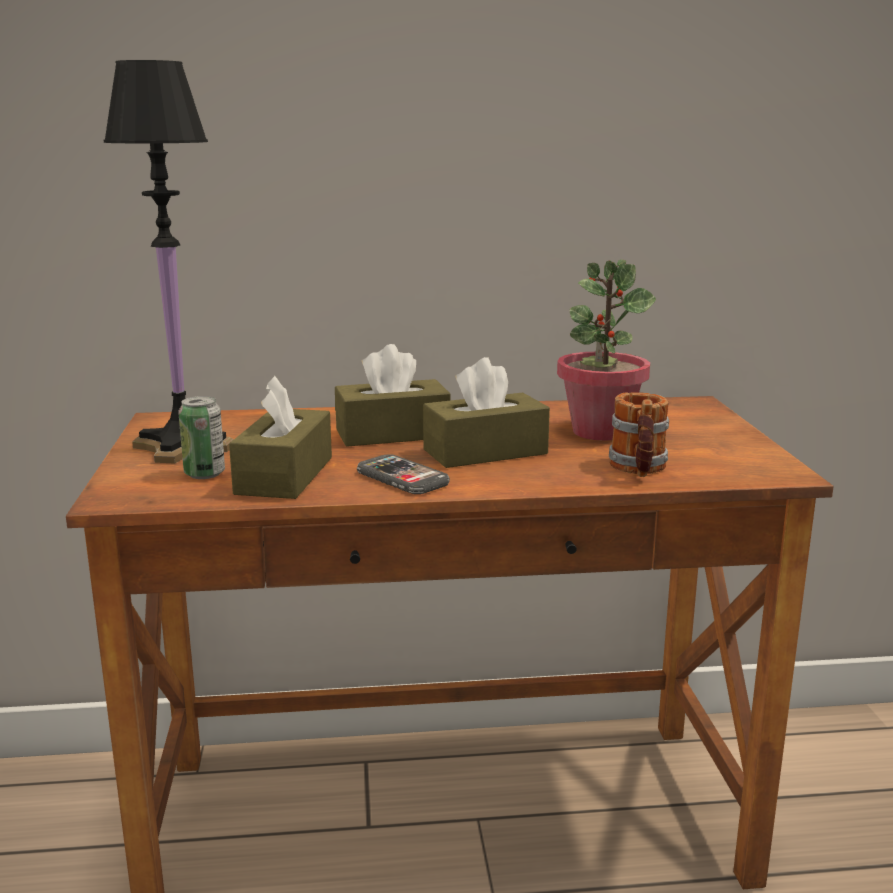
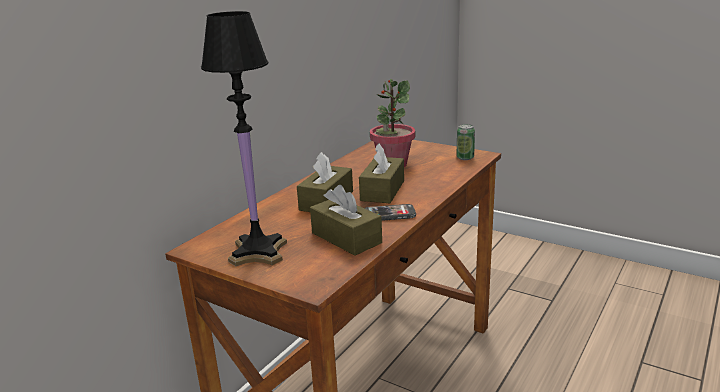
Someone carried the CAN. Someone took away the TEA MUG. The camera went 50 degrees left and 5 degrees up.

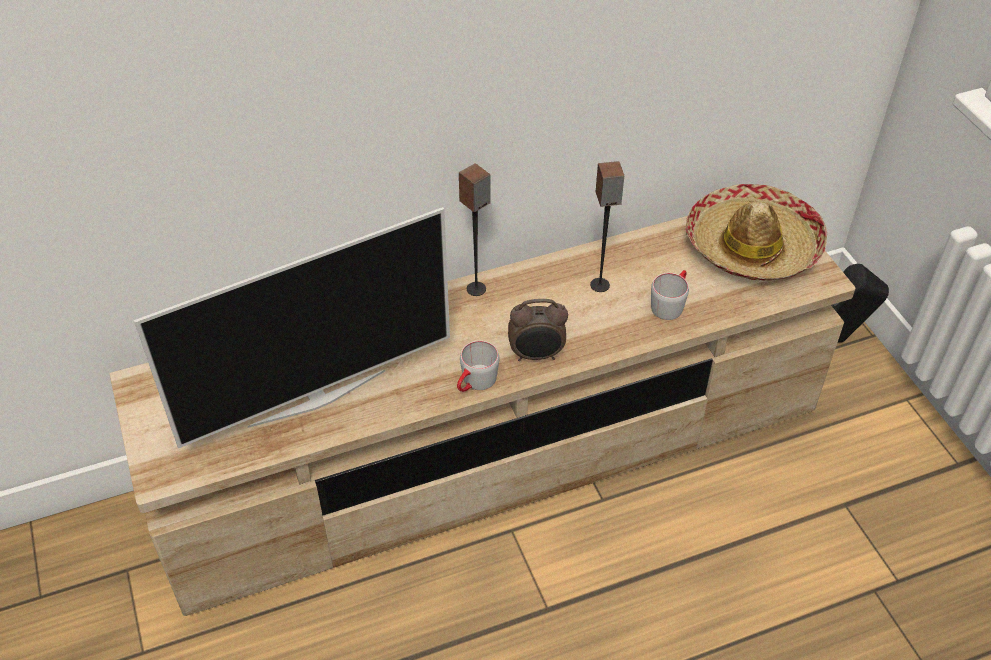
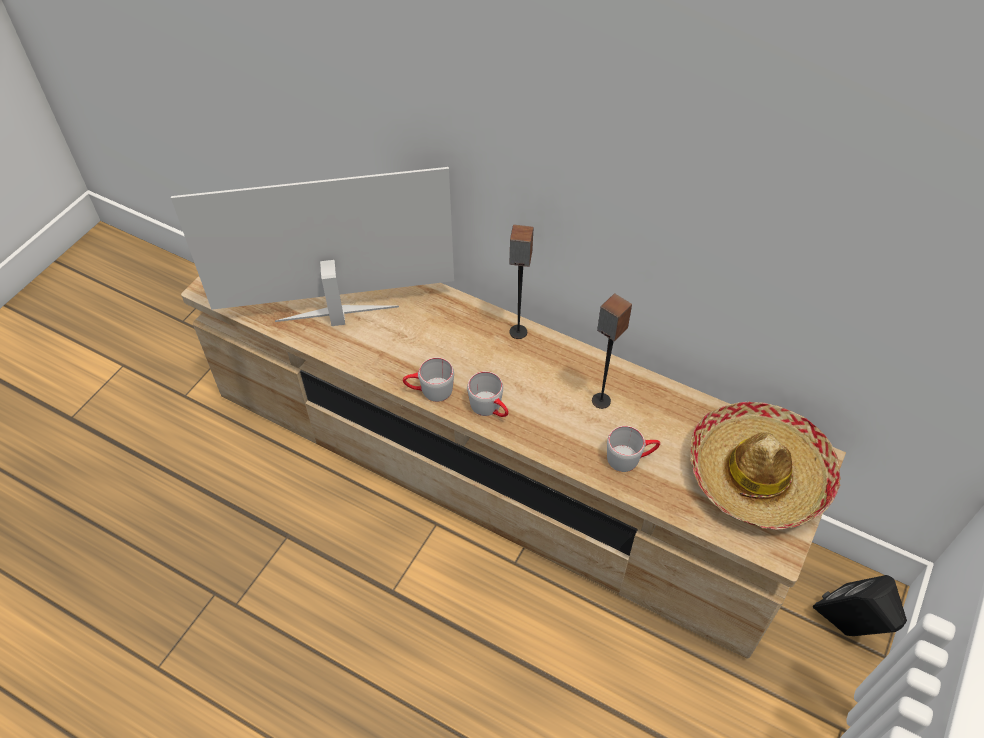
Someone rotated the TELEVISION by 150 degrees clockwise. Someone swapped the ALARM CLOCK for the GREY TEA MUG (no. 2 from left). The camera went 50 degrees right and 5 degrees up.

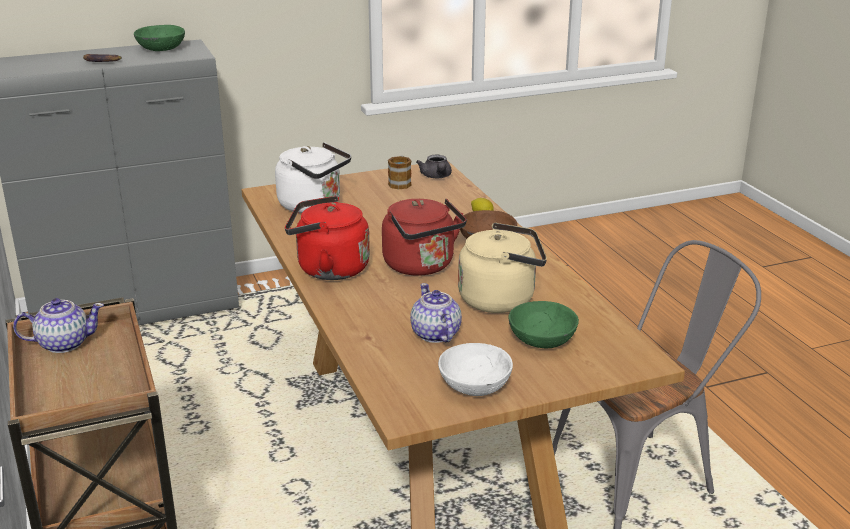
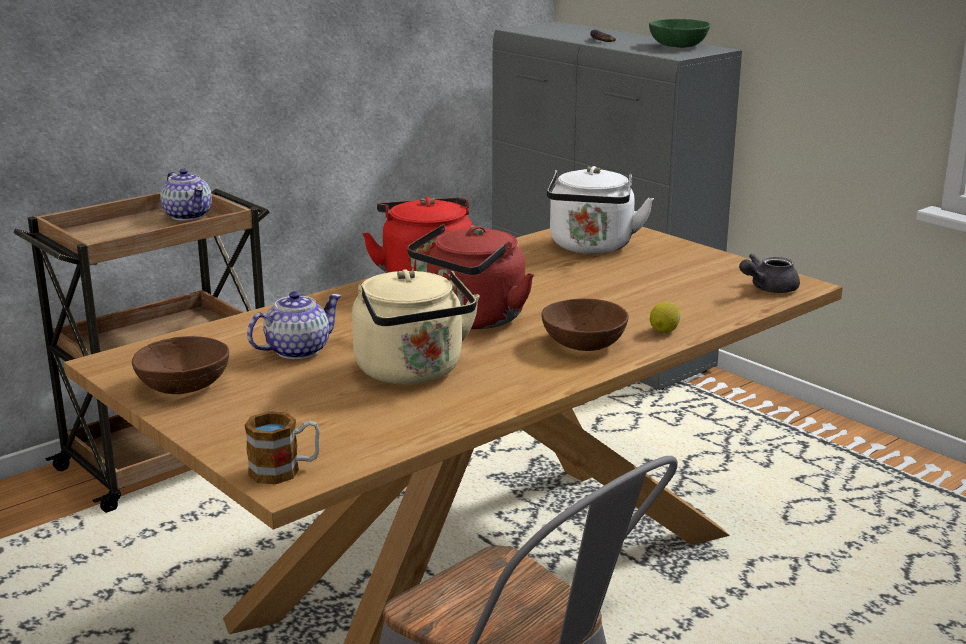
Someone repainted the WHITE-COLOURED BOWL, which became the BROWN BOWL (no. 1 from left). Someone carried the TEA MUG. Someone took away the GREEN BOWL (no. 2 from left). The camera went 70 degrees right and 5 degrees down.

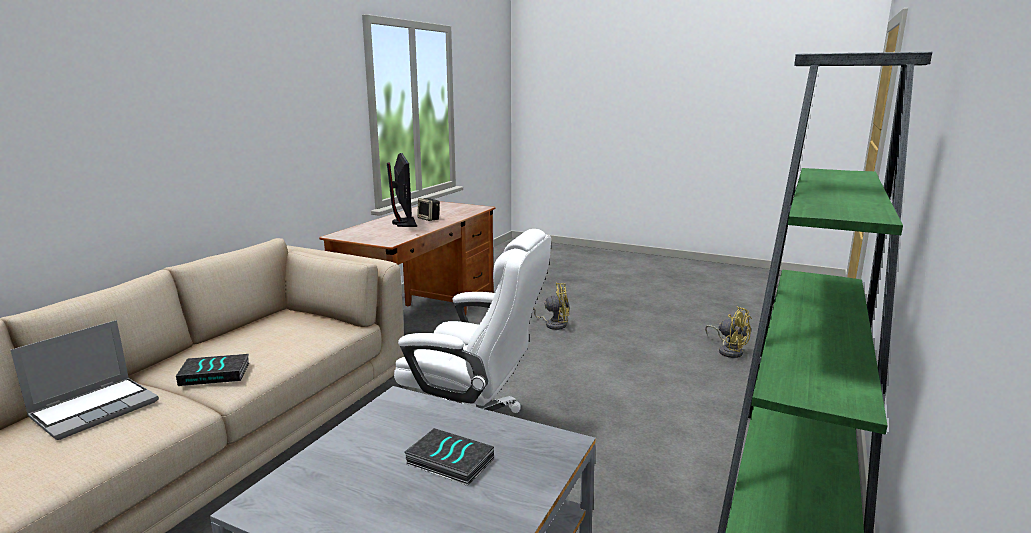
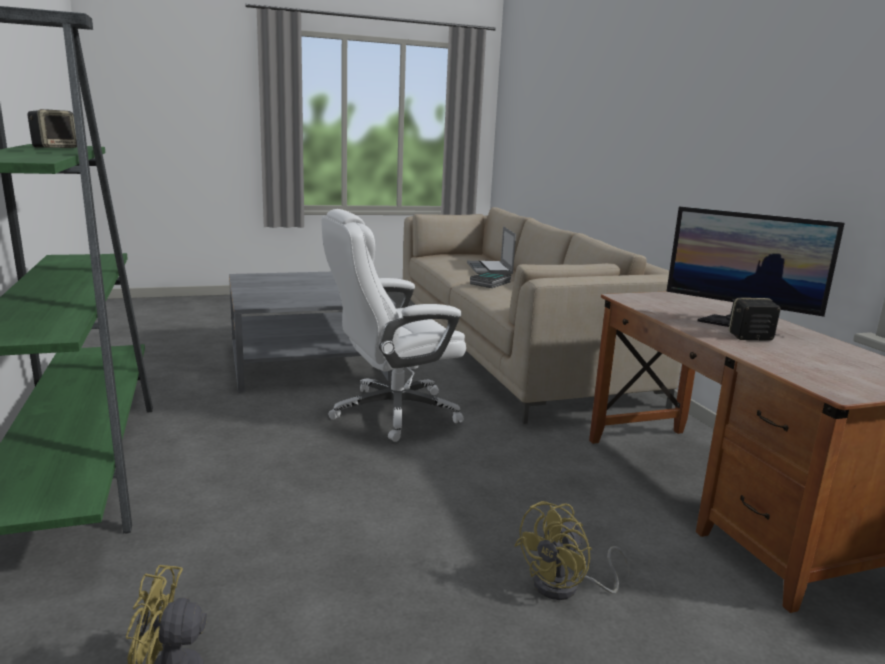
Someone put down the LOUDSPEAKER (no. 1 from left). Someone took away the VOLUME (no. 2 from left). The camera went 135 degrees right and 0 degrees up.

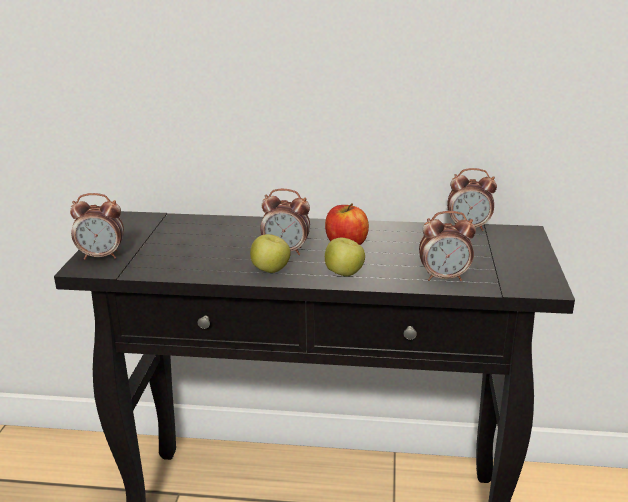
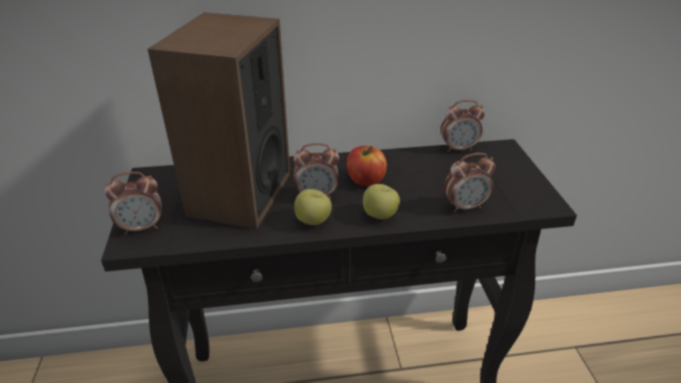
Someone put down the LOUDSPEAKER. The camera went 15 degrees left and 10 degrees up.

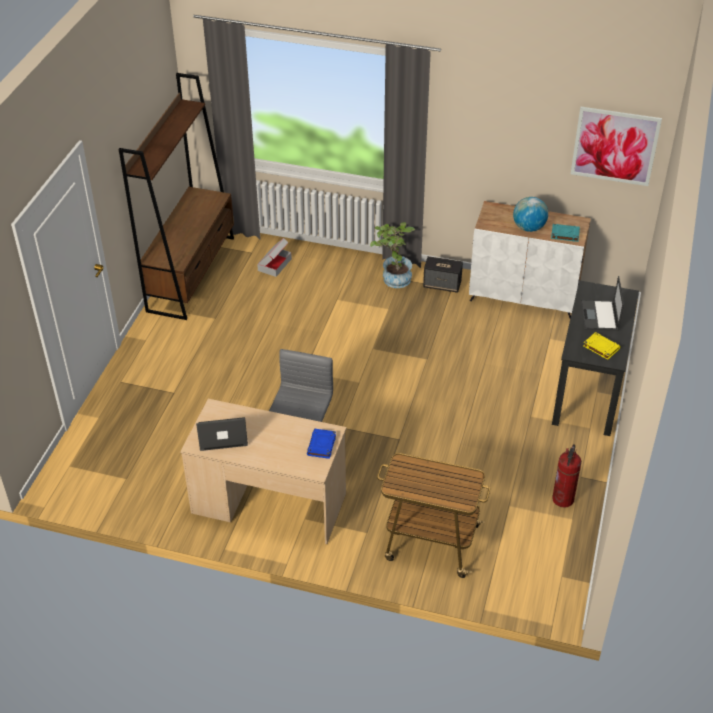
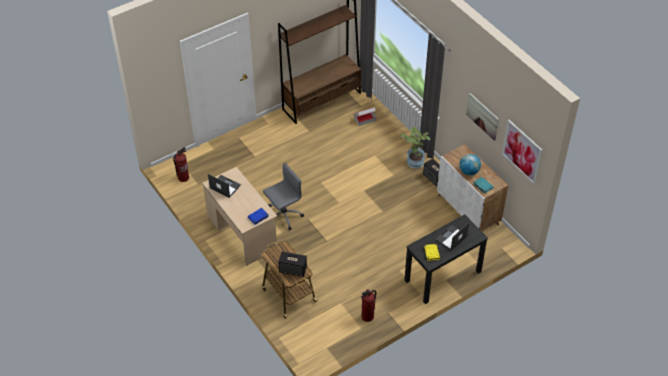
Someone put down the EXTINGUISHER (no. 1 from left). Someone put down the LOUDSPEAKER (no. 1 from left). Someone put up the PICTURE (no. 1 from left). The camera went 40 degrees right and 5 degrees up.

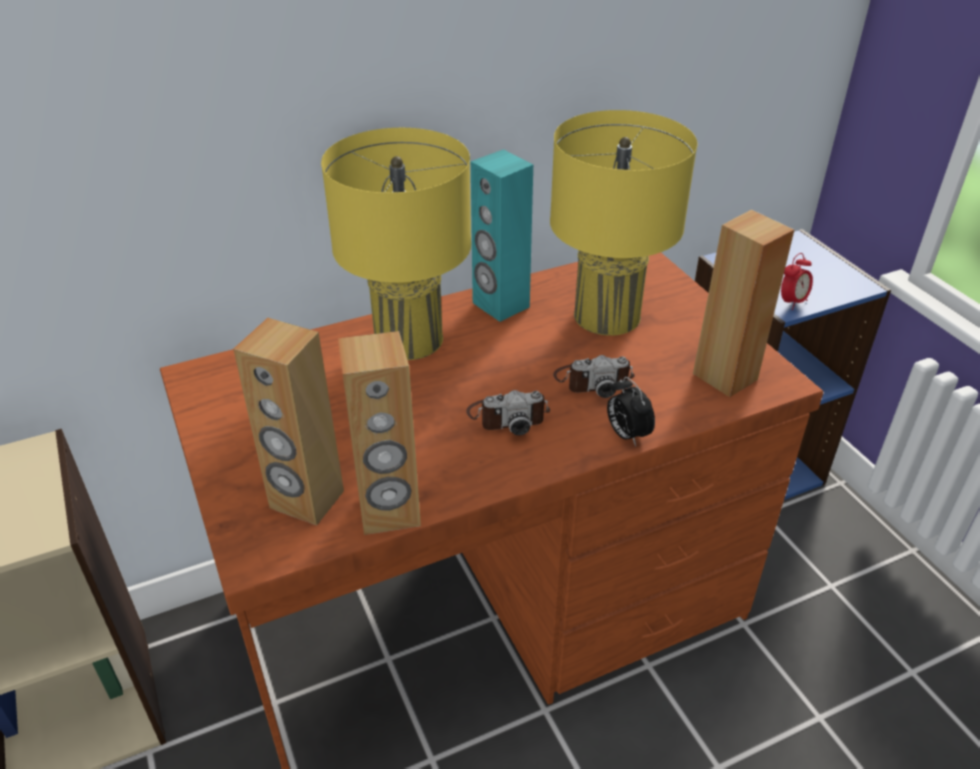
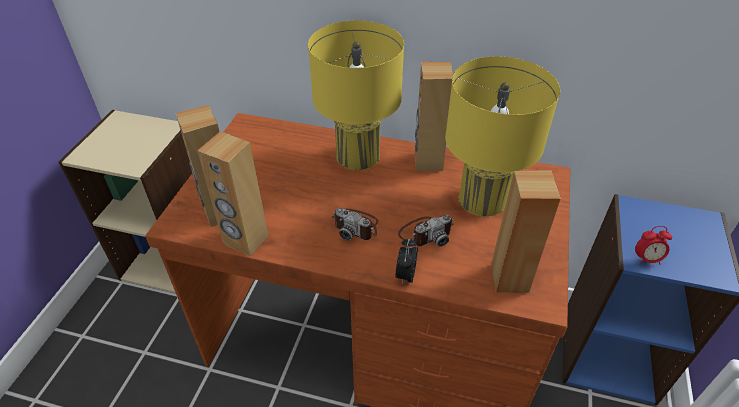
Someone rotated the PHOTO CAMERA (no. 2 from left) by 60 degrees counterclockwise. Someone repainted the BLUE-GREEN LOUDSPEAKER, which became the BROWN LOUDSPEAKER (no. 3 from left). The camera went 40 degrees right and 5 degrees up.

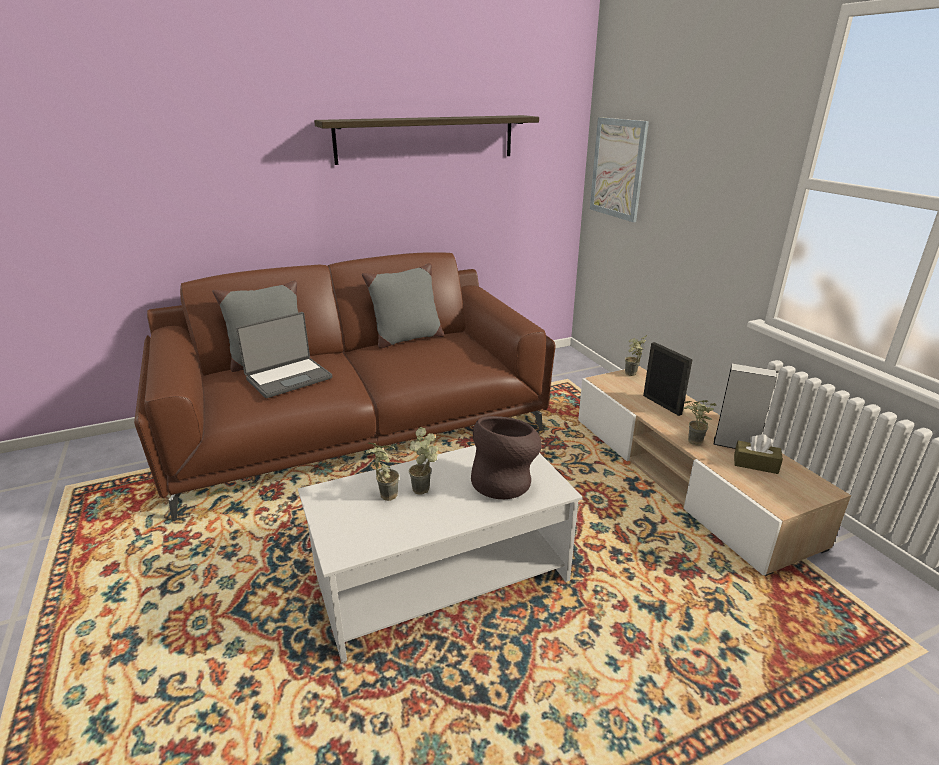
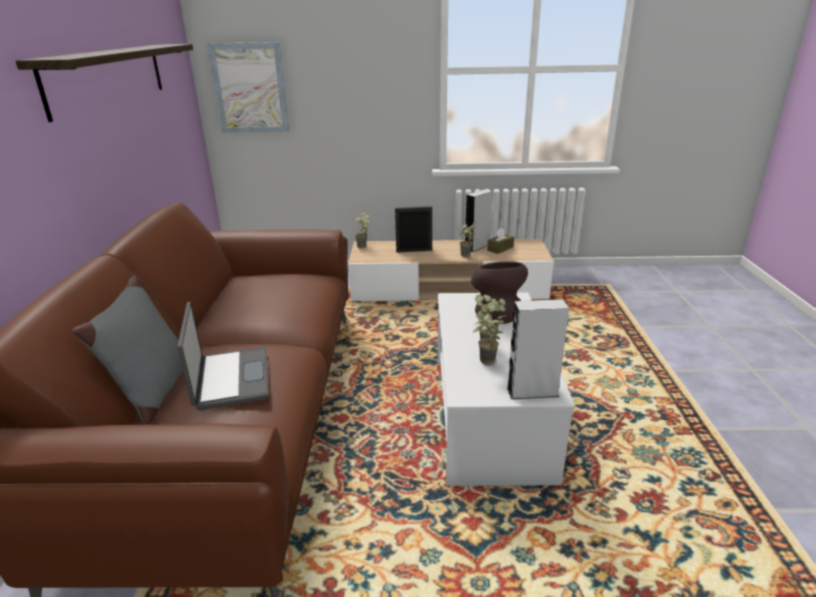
Someone put down the GREY LOUDSPEAKER (no. 2 from left). Someone took away the GREY THROW PILLOW (no. 2 from left). The camera went 65 degrees left and 0 degrees up.

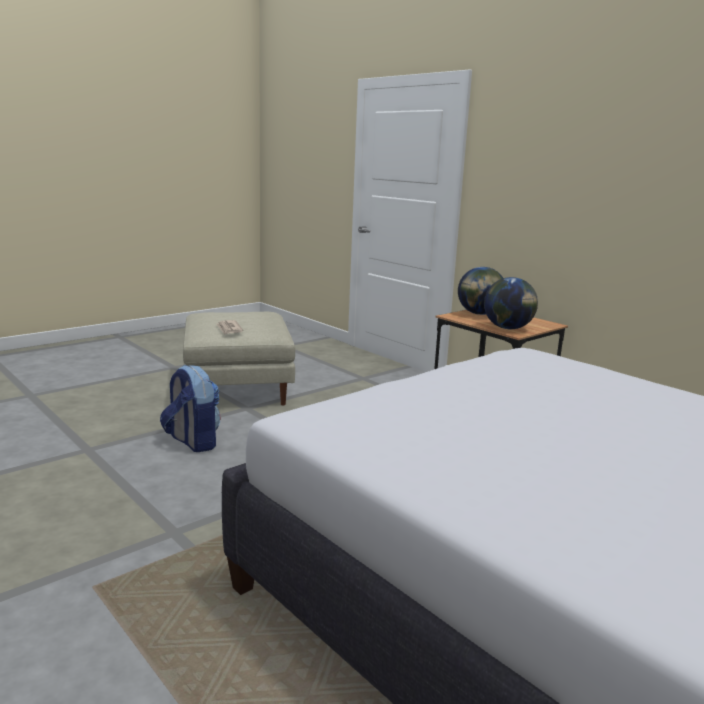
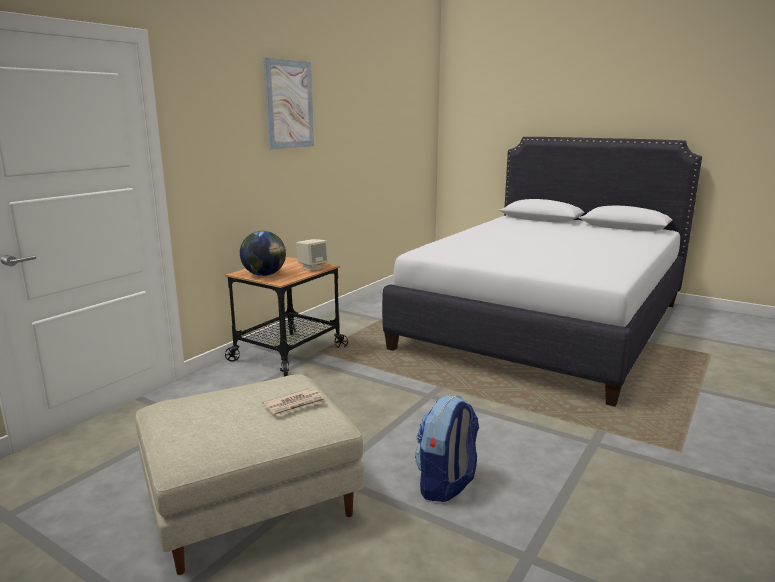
Someone put up the PICTURE. Someone swapped the DESK GLOBE (no. 2 from left) for the BEIGE-COLOURED LOUDSPEAKER. The camera went 105 degrees left and 0 degrees up.

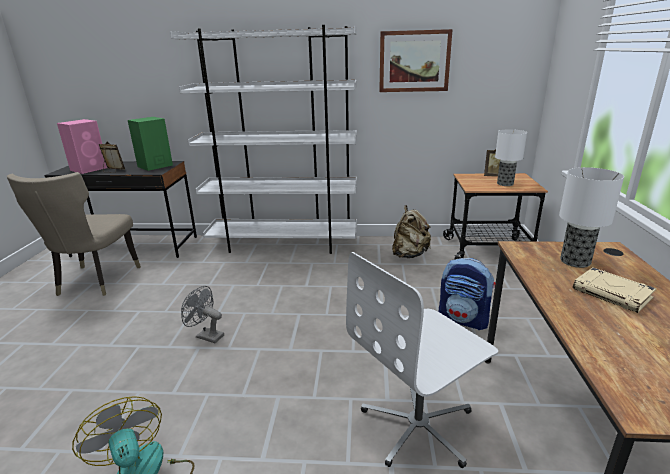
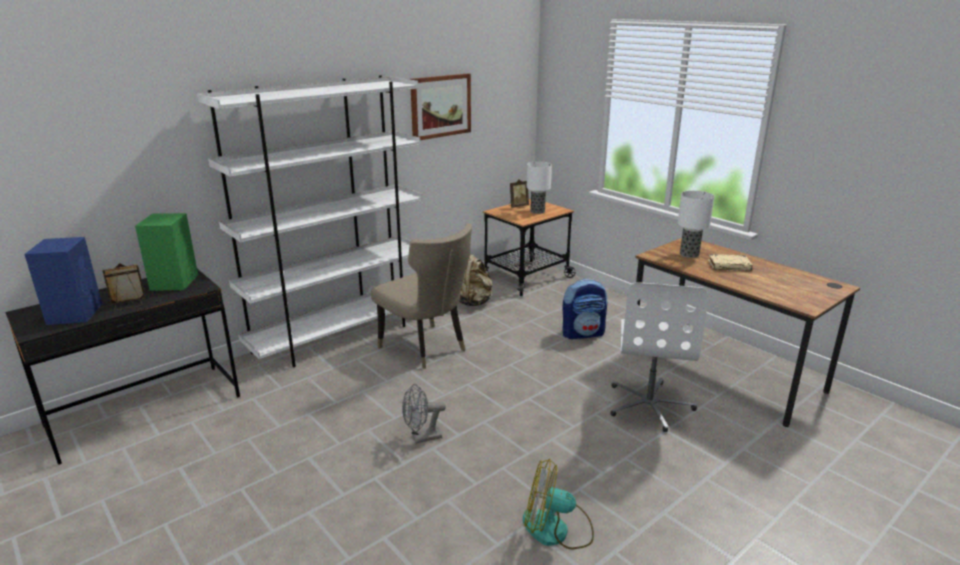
Someone repainted the PINK LOUDSPEAKER, which became the BLUE LOUDSPEAKER. Someone carried the BEIGE-COLOURED UPRIGHT CHAIR. The camera went 45 degrees left and 0 degrees up.

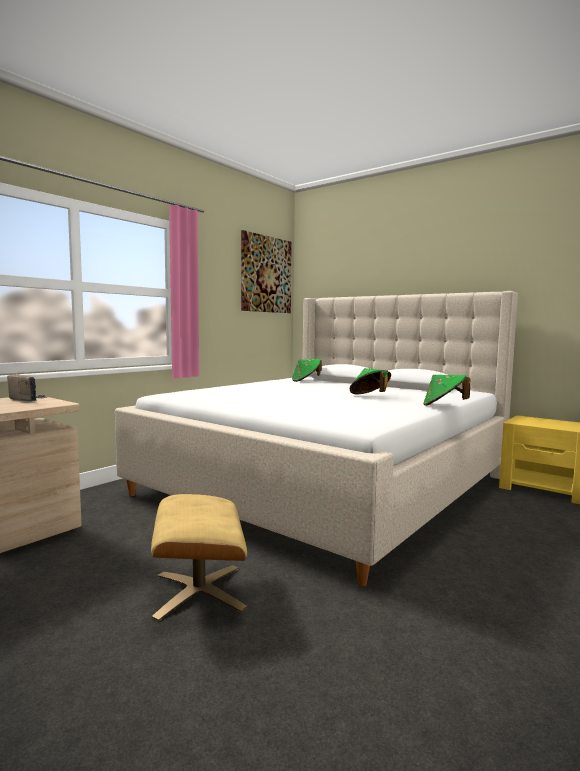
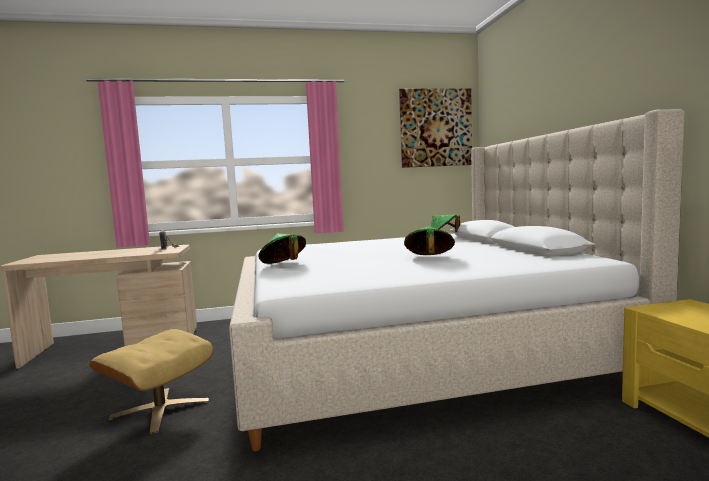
Someone carried the GREEN CLOTHING HAT (no. 3 from left in the first image). The camera went 40 degrees right and 0 degrees up.

